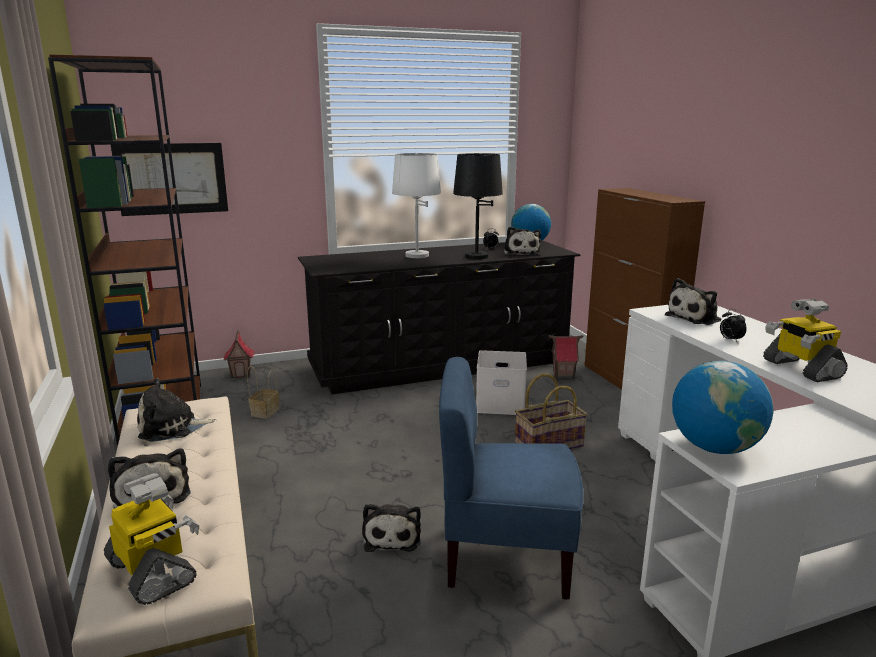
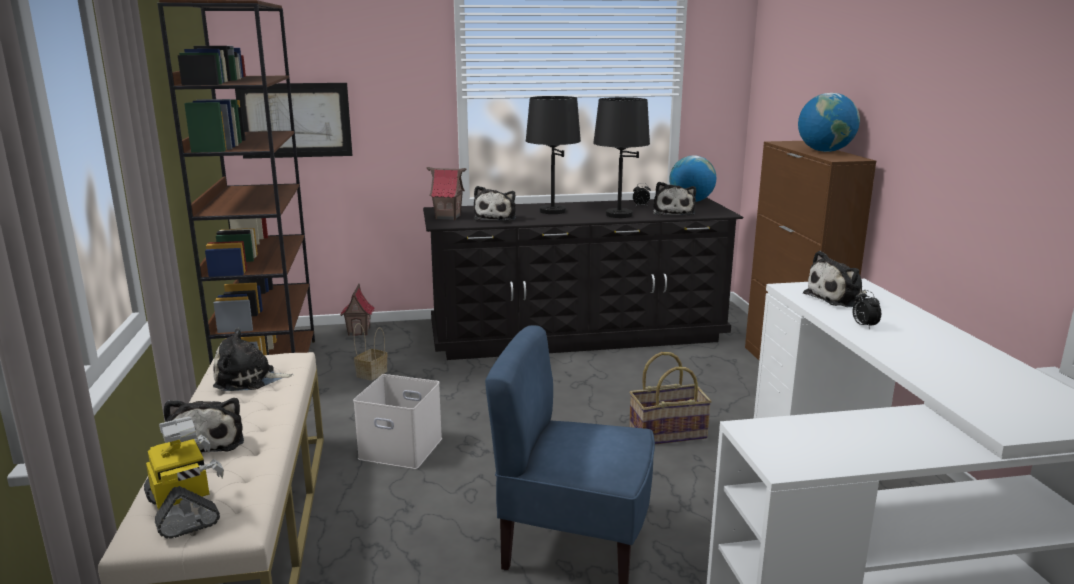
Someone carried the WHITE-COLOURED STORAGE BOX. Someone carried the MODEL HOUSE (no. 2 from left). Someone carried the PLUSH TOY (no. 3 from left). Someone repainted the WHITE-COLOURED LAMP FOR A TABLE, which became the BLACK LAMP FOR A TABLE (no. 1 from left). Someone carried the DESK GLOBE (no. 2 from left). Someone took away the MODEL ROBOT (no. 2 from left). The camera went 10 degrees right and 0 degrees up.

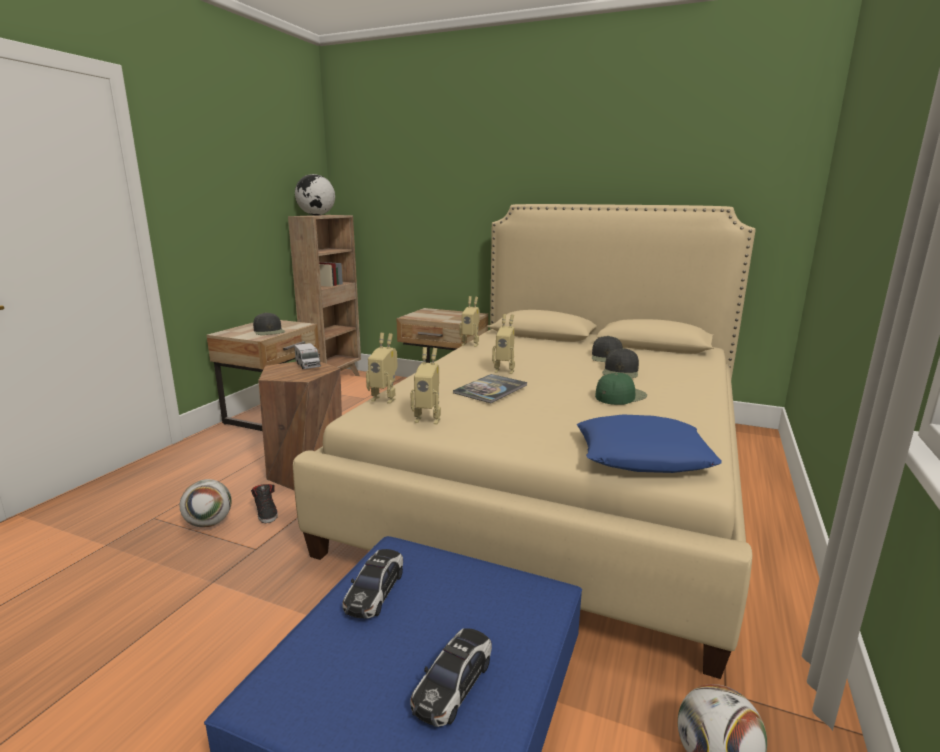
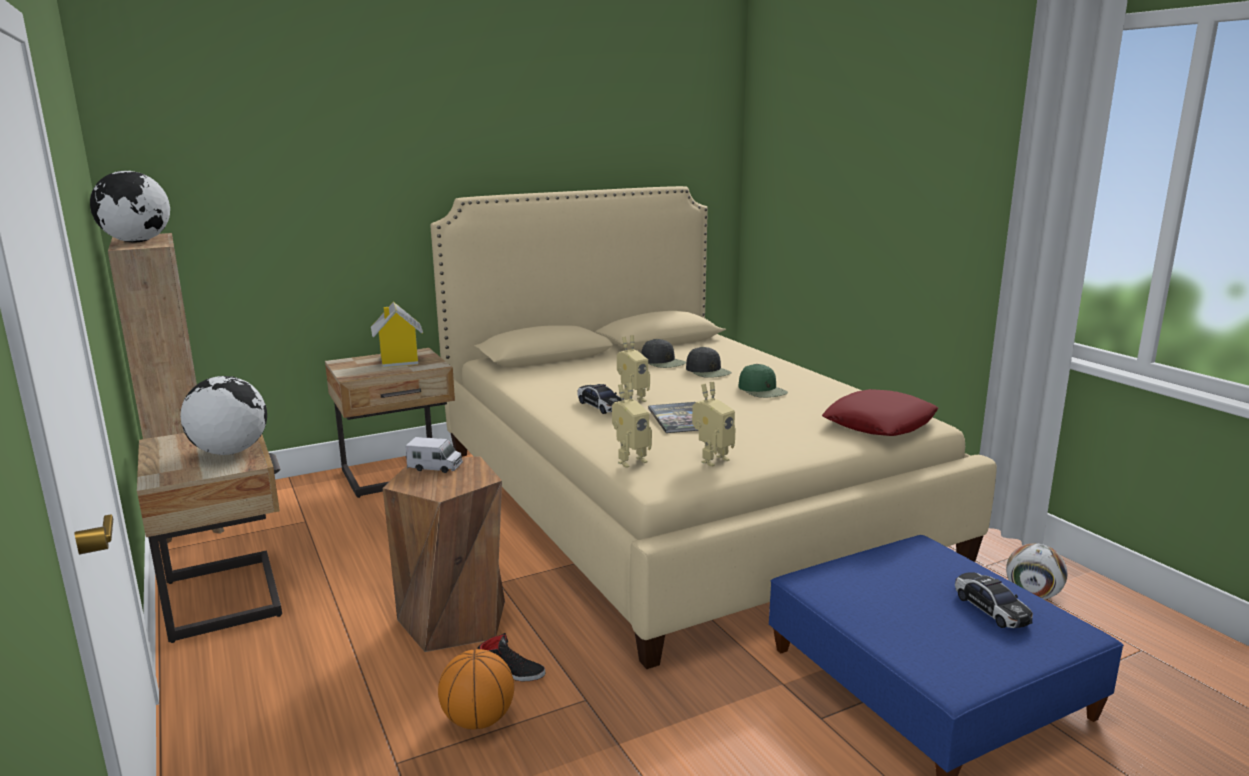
Someone swapped the BLACK BASEBALL CAP (no. 1 from left) for the DESK GLOBE (no. 2 from left). Someone put down the MODEL HOUSE. Someone swapped the BALL FOR FOOTBALL (no. 1 from left) for the BALL FOR BASKETBALL. Someone carried the MODEL CAR (no. 1 from left). Someone rotated the GREEN BASEBALL CAP by 150 degrees clockwise. Someone repainted the BLUE THROW PILLOW, which became the RED-COLOURED THROW PILLOW. Someone took away the MODEL ROBOT (no. 3 from left). The camera went 50 degrees left and 0 degrees up.

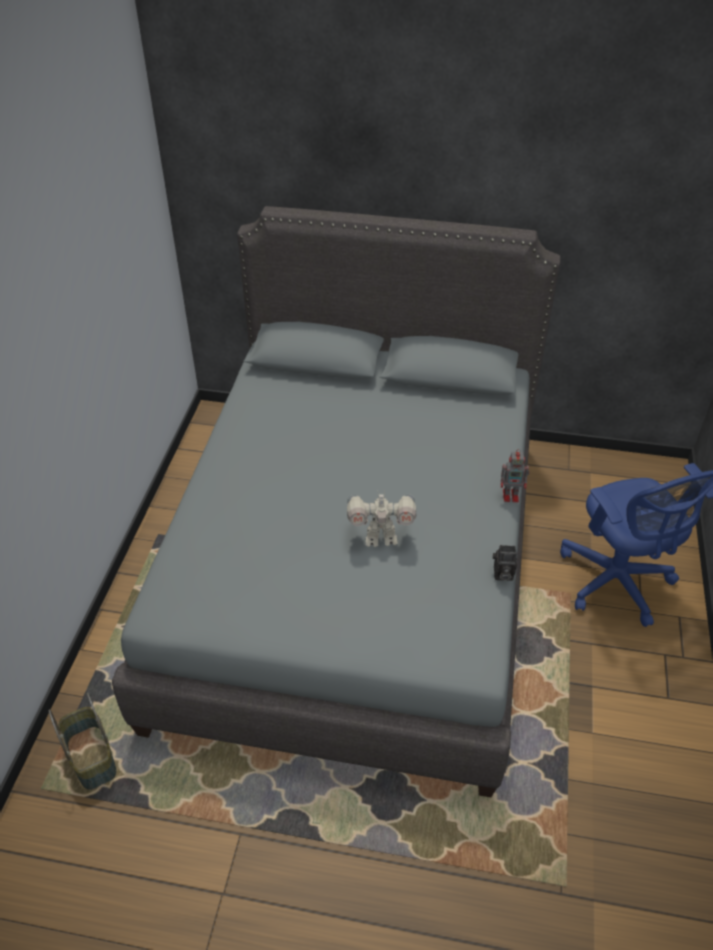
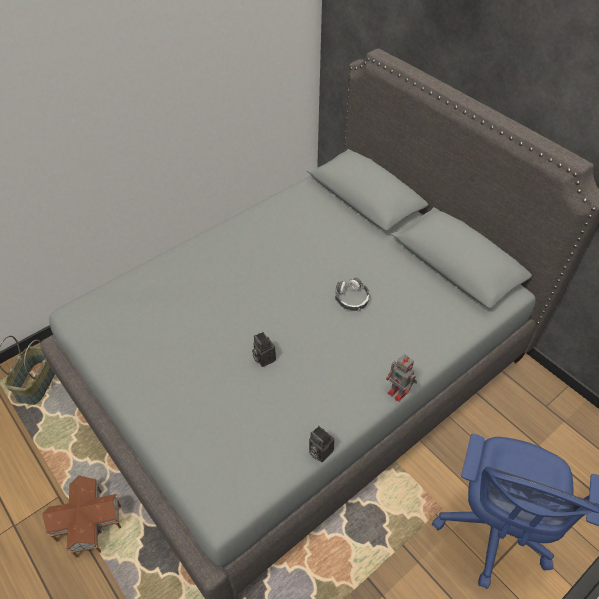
Someone put down the MODEL HOUSE. Someone swapped the MODEL ROBOT (no. 1 from left) for the PHOTO CAMERA (no. 1 from left). Someone put down the HEADPHONES. The camera went 40 degrees right and 5 degrees up.

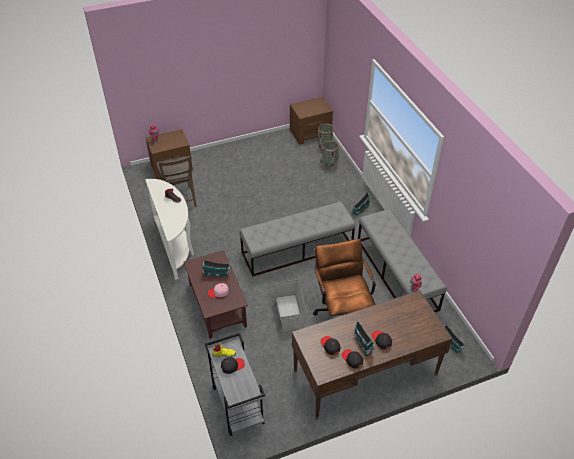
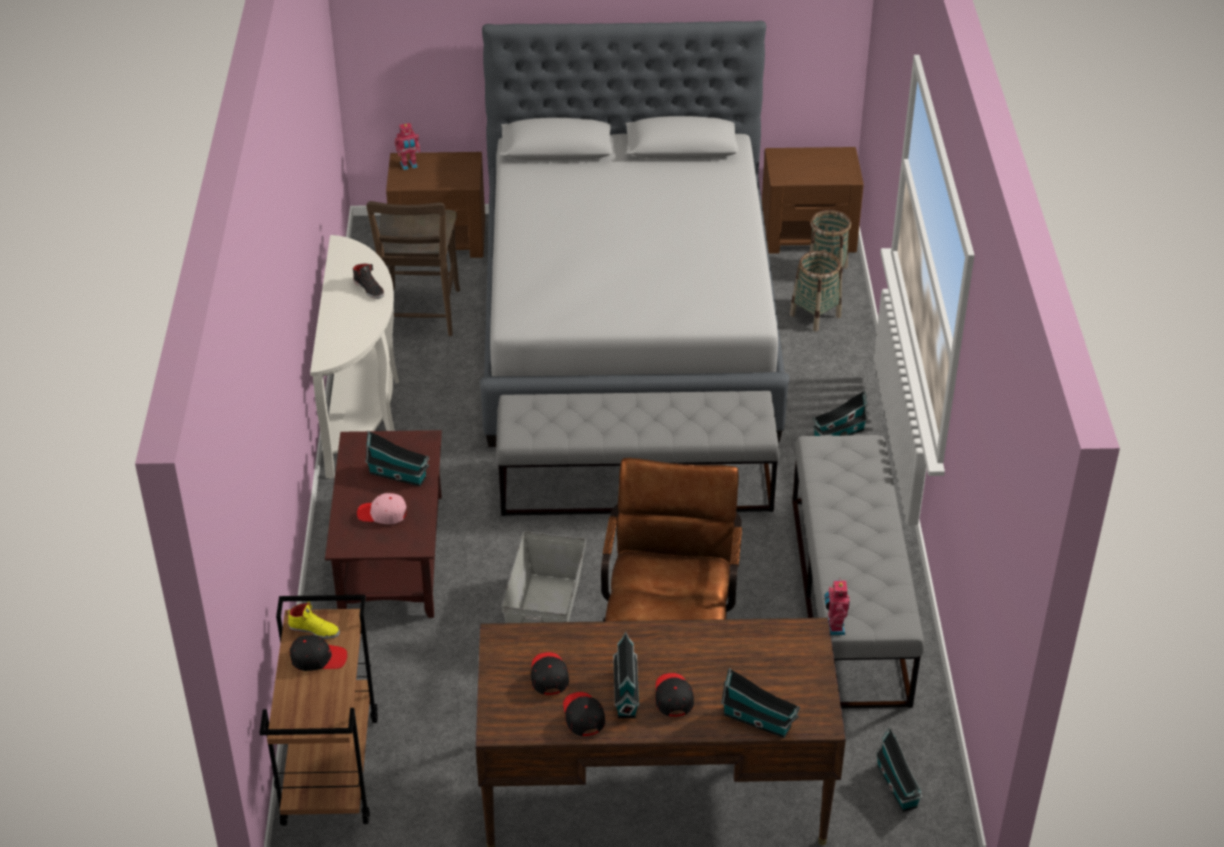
Someone repainted the GREY WHEELED CART, which became the BROWN WHEELED CART. Someone put down the GREY BED. Someone put down the MODEL HOUSE (no. 3 from left). The camera went 20 degrees right and 5 degrees down.

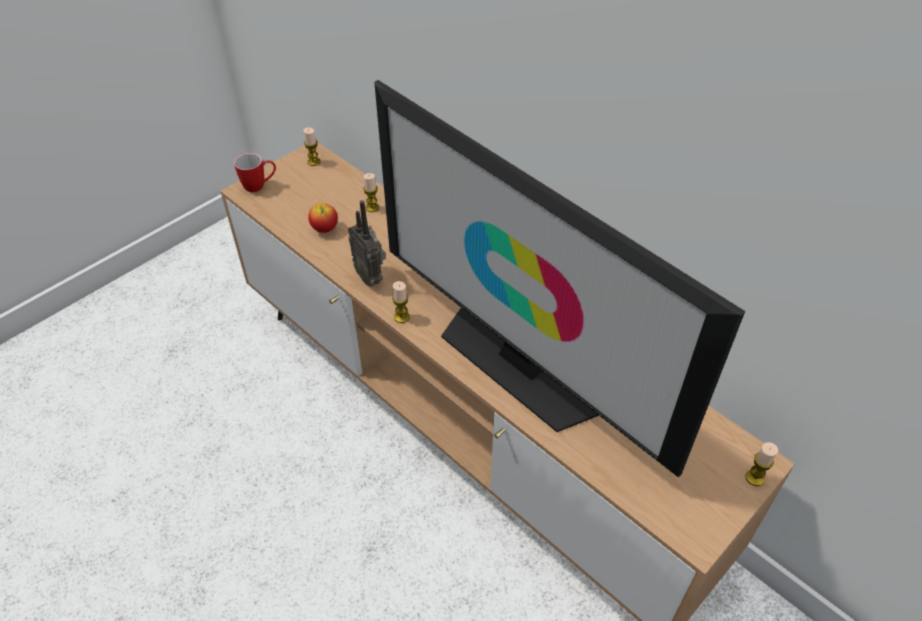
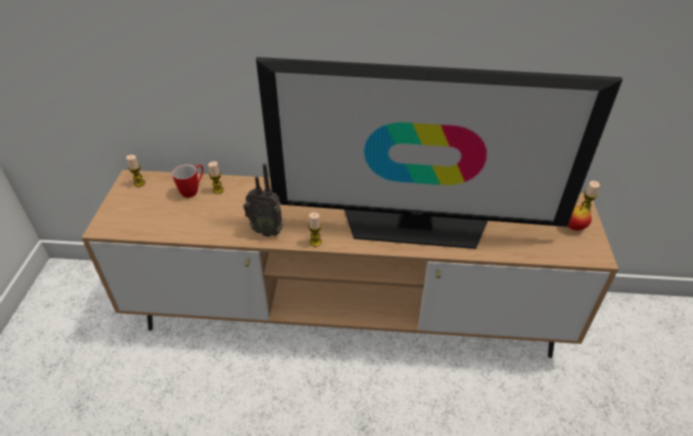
Someone carried the TEA MUG. Someone carried the APPLE. The camera went 40 degrees left and 5 degrees down.

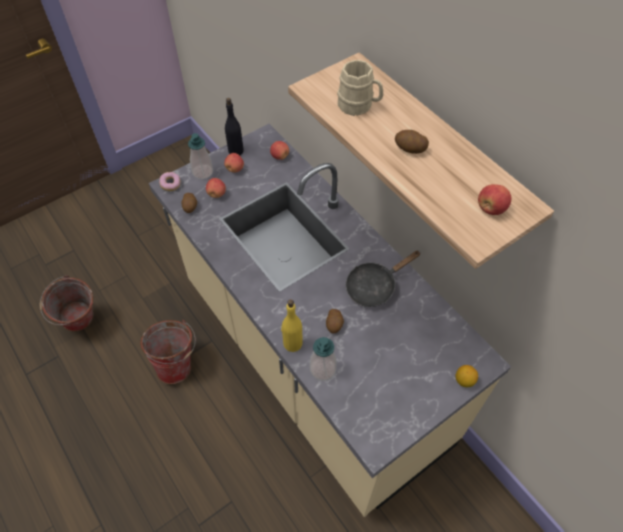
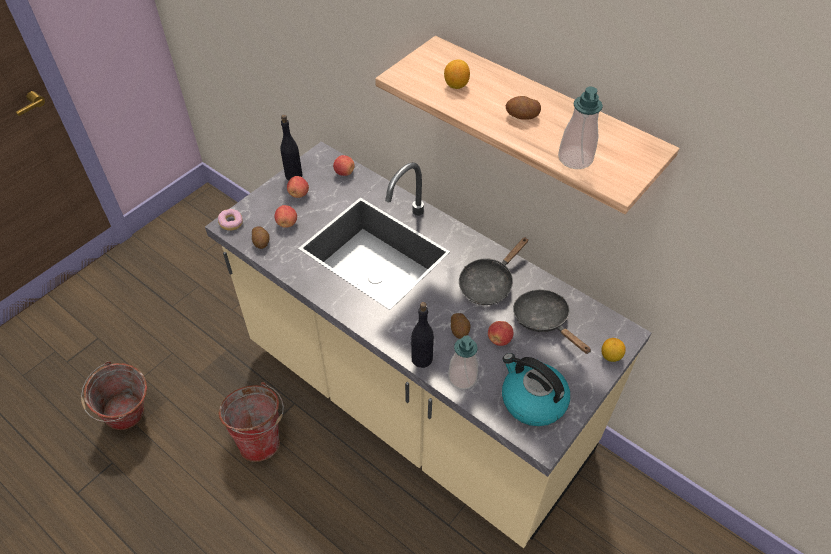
Someone repainted the YELLOWISH DRINK BOTTLE, which became the BLACK DRINK BOTTLE (no. 2 from left). Someone swapped the BEIGE-COLOURED TEA MUG for the WHOLE LEMON (no. 1 from left). Someone carried the APPLE (no. 4 from left). Someone put down the TEA KETTLE. Someone put down the BLACK SKILLET (no. 2 from left). Someone carried the SOAP BOTTLE (no. 1 from left in the first image). The camera went 15 degrees left and 5 degrees down.

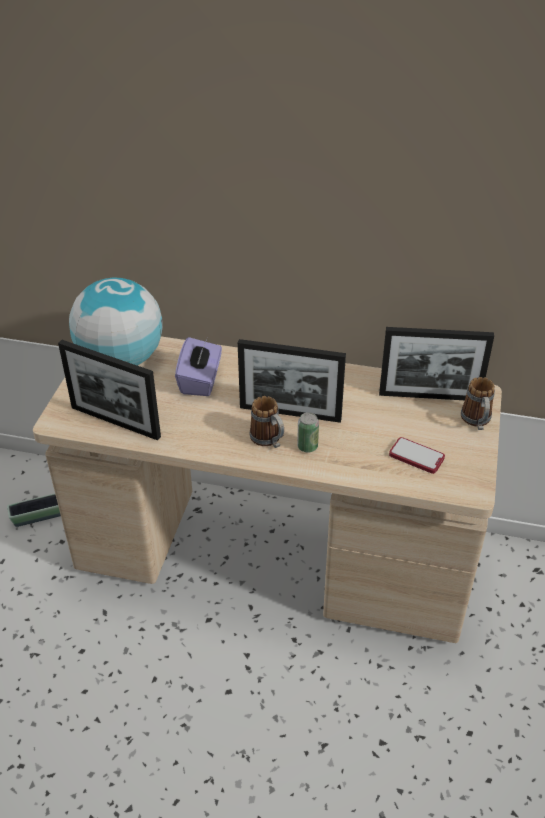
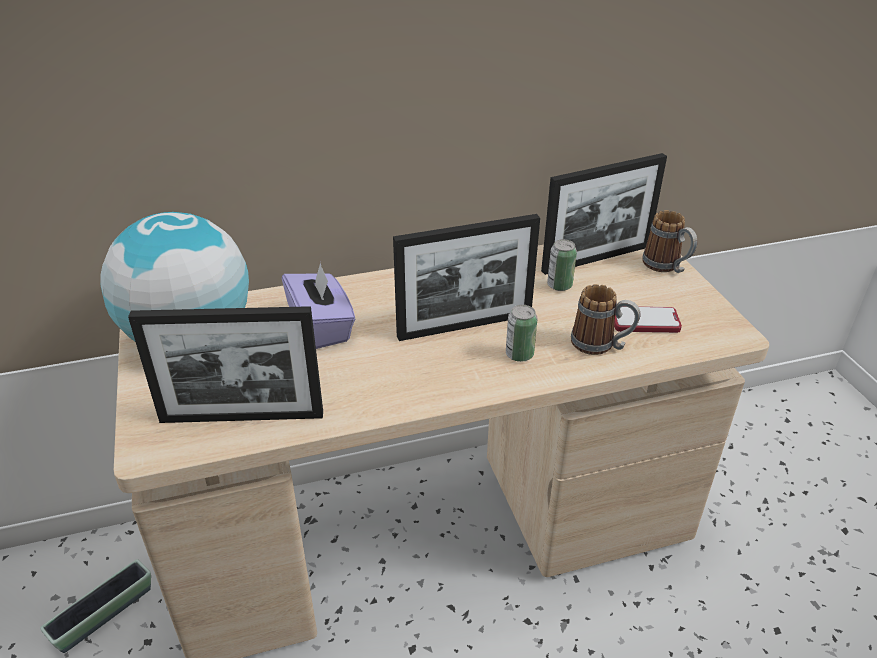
Someone put down the CAN (no. 2 from left). Someone carried the TEA MUG (no. 1 from left). The camera went 30 degrees left and 5 degrees down.

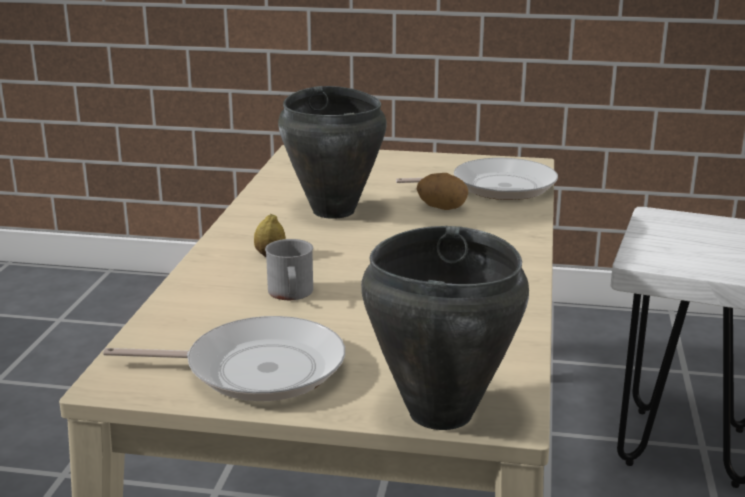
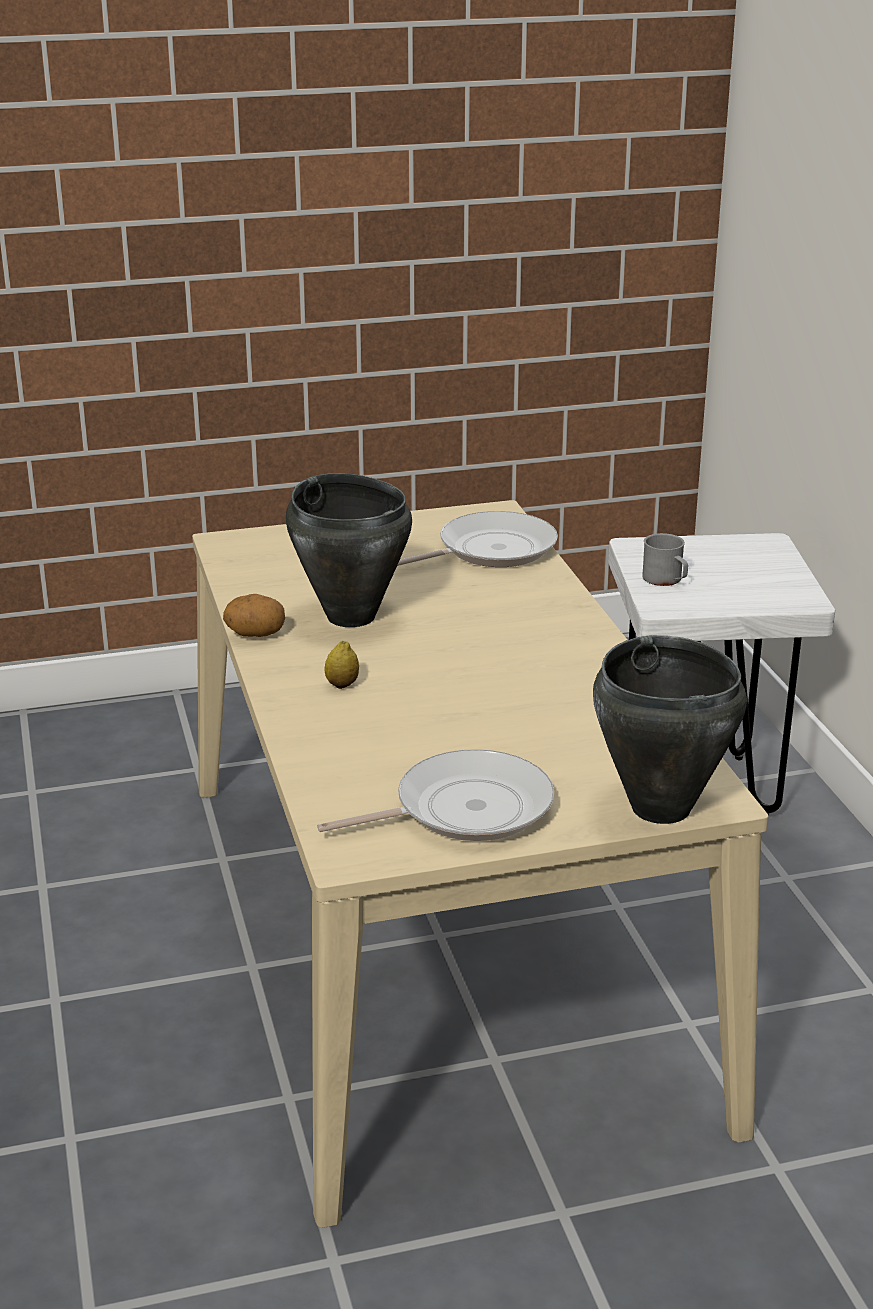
Someone carried the SPUD. Someone carried the GREY TEA MUG. The camera went 25 degrees left and 5 degrees up.

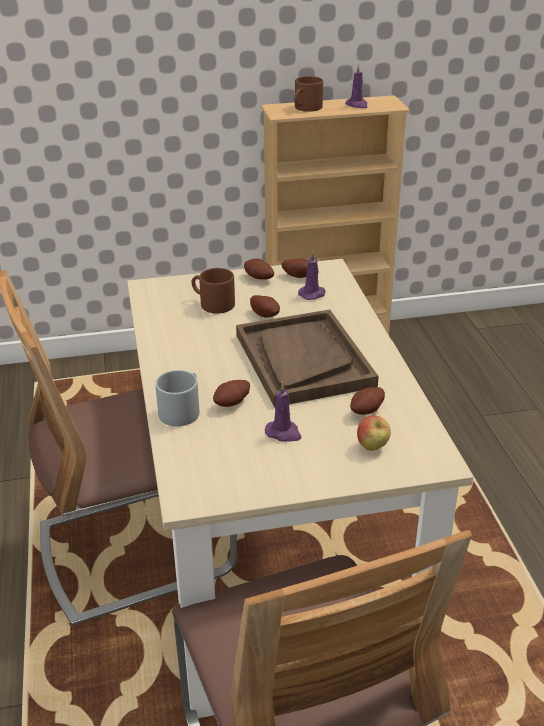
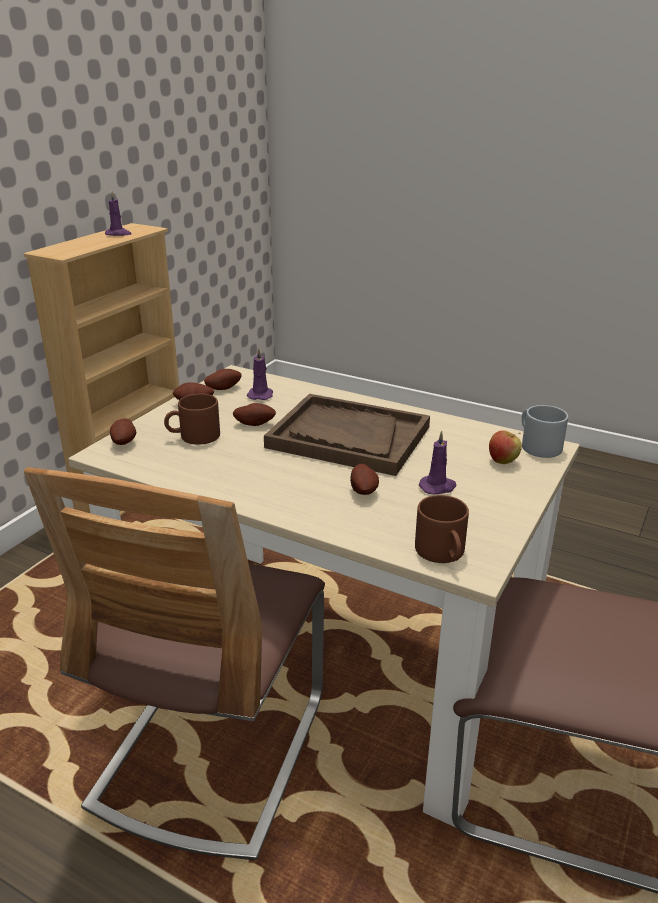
Someone carried the SPUD (no. 5 from left in the first image). Someone carried the BROWN TEA MUG (no. 2 from left). Someone carried the GREY TEA MUG. The camera went 50 degrees left and 5 degrees down.

